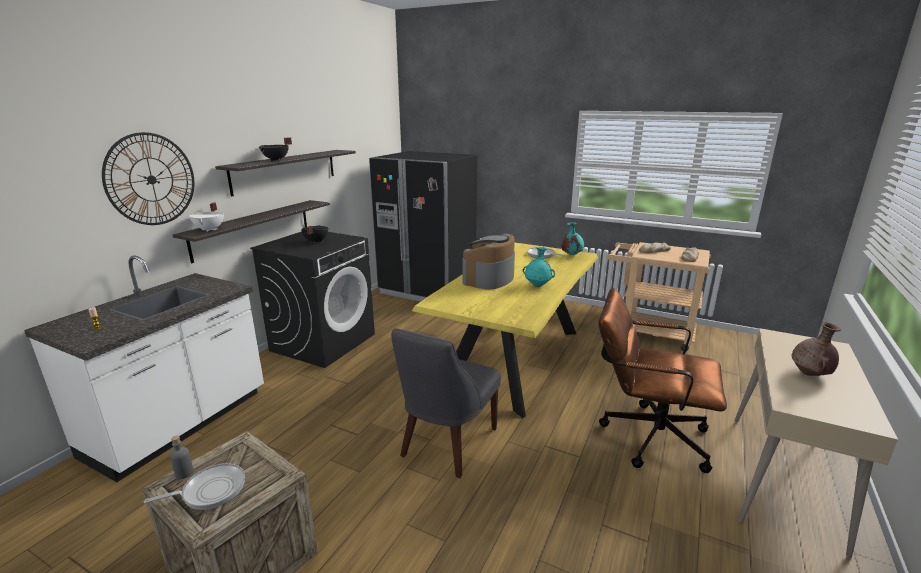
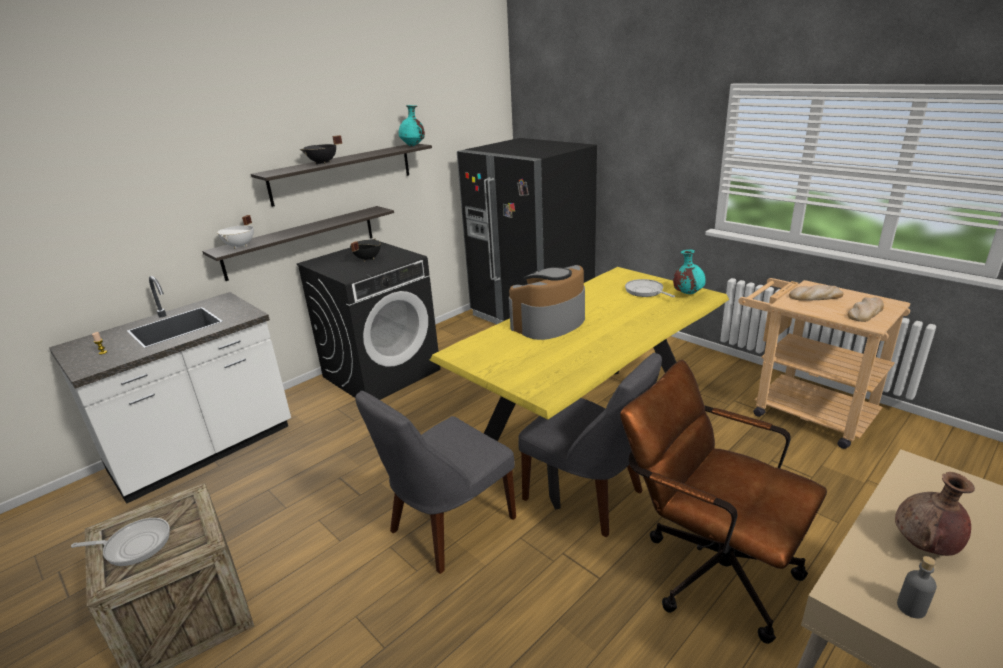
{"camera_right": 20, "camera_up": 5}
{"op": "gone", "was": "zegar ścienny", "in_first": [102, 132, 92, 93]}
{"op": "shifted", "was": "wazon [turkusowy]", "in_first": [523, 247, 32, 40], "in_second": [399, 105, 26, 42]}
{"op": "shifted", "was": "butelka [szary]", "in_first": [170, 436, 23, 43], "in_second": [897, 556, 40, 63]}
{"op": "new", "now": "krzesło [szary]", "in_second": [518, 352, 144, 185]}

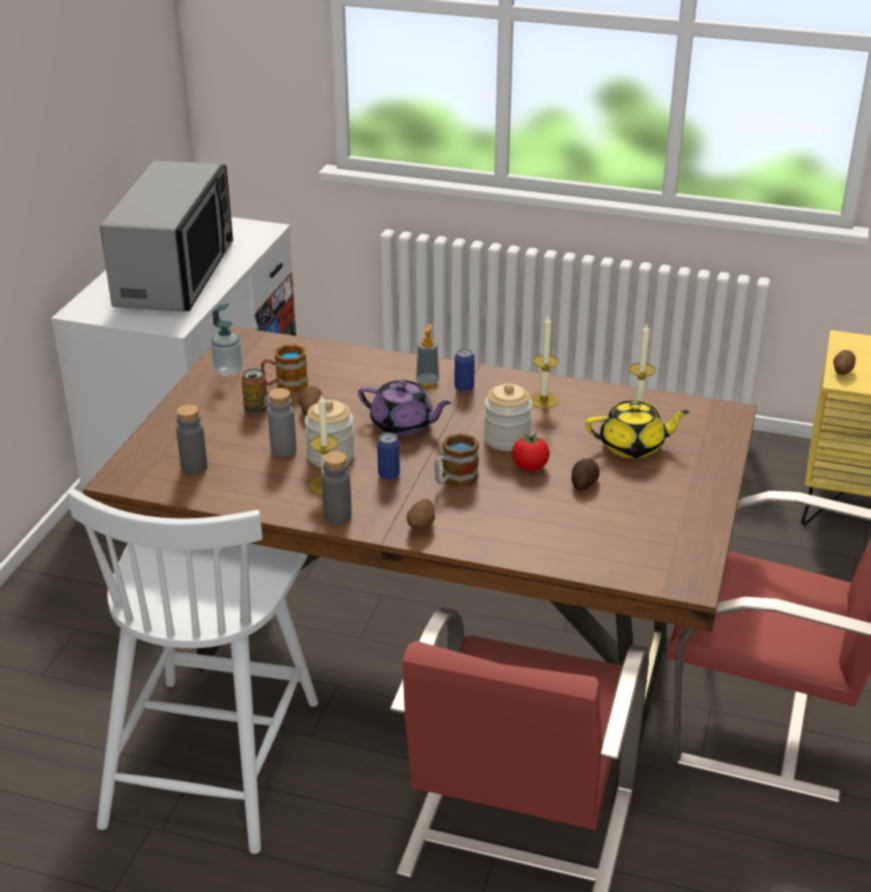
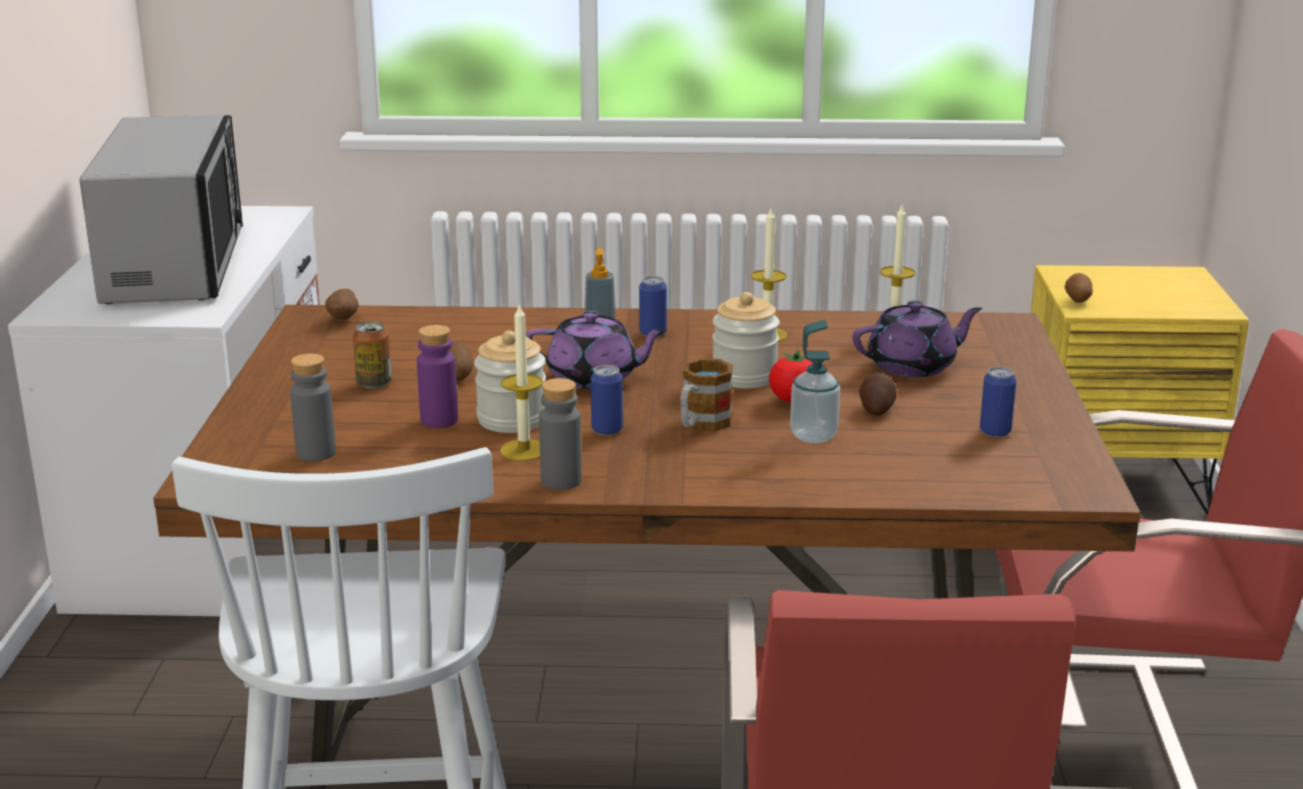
{"camera_right": -15, "camera_up": -10}
{"op": "shifted", "was": "dozownik mydła", "in_first": [211, 303, 32, 73], "in_second": [790, 320, 50, 124]}
{"op": "gone", "was": "kubek", "in_first": [261, 344, 47, 48]}
{"op": "repainted", "was": "butelka [szary]", "now": "butelka [fioletowy]", "in_first": [268, 388, 28, 69], "in_second": [417, 325, 41, 103]}
{"op": "repainted", "was": "imbryk [żółty]", "now": "imbryk [fioletowy]", "in_first": [585, 401, 105, 57], "in_second": [852, 301, 131, 76]}
{"op": "shifted", "was": "ziemniak", "in_first": [407, 499, 28, 31], "in_second": [325, 289, 34, 31]}
{"op": "new", "now": "puszka", "in_second": [980, 366, 36, 71]}

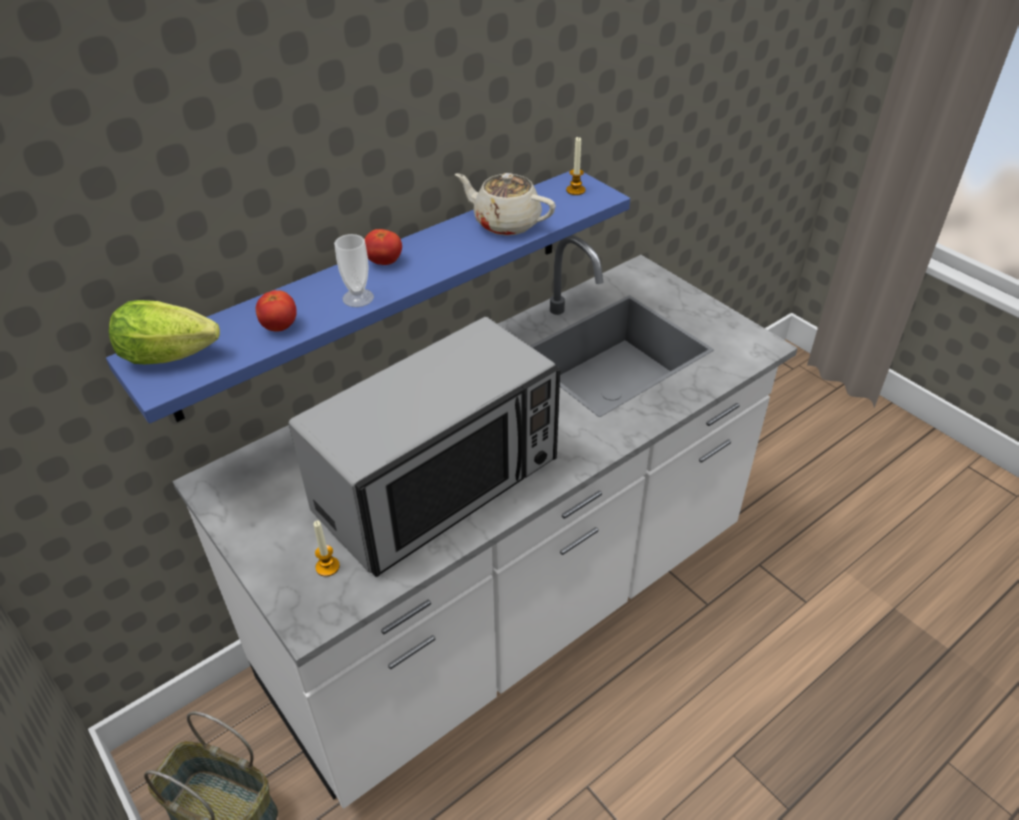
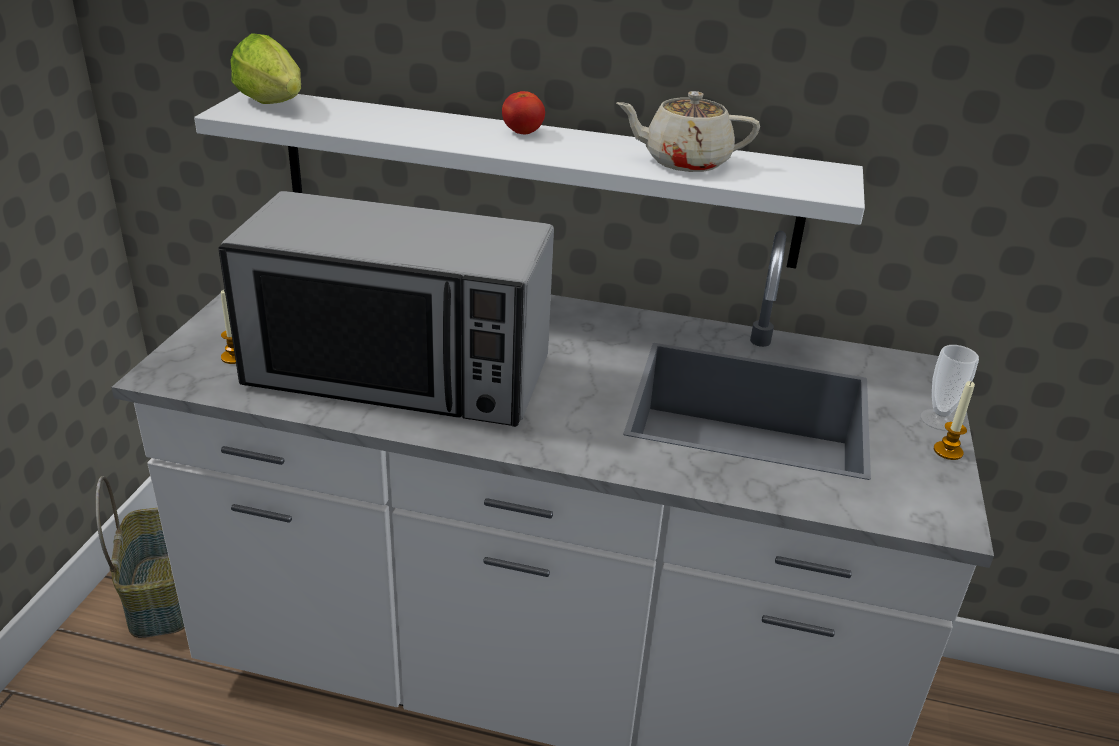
{"camera_right": 50, "camera_up": -10}
{"op": "shifted", "was": "świeca", "in_first": [566, 136, 20, 59], "in_second": [934, 381, 41, 79]}
{"op": "repainted", "was": "półka [niebieski]", "now": "półka [biały]", "in_first": [106, 171, 524, 253], "in_second": [194, 91, 671, 178]}
{"op": "rotated", "was": "imbryk [beżowy]", "in_first": [455, 173, 101, 63], "in_second": [616, 91, 144, 81], "clockwise": -75}
{"op": "shifted", "was": "filiżanka", "in_first": [334, 234, 40, 73], "in_second": [920, 345, 59, 86]}
{"op": "gone", "was": "pomidor", "in_first": [256, 290, 41, 42]}

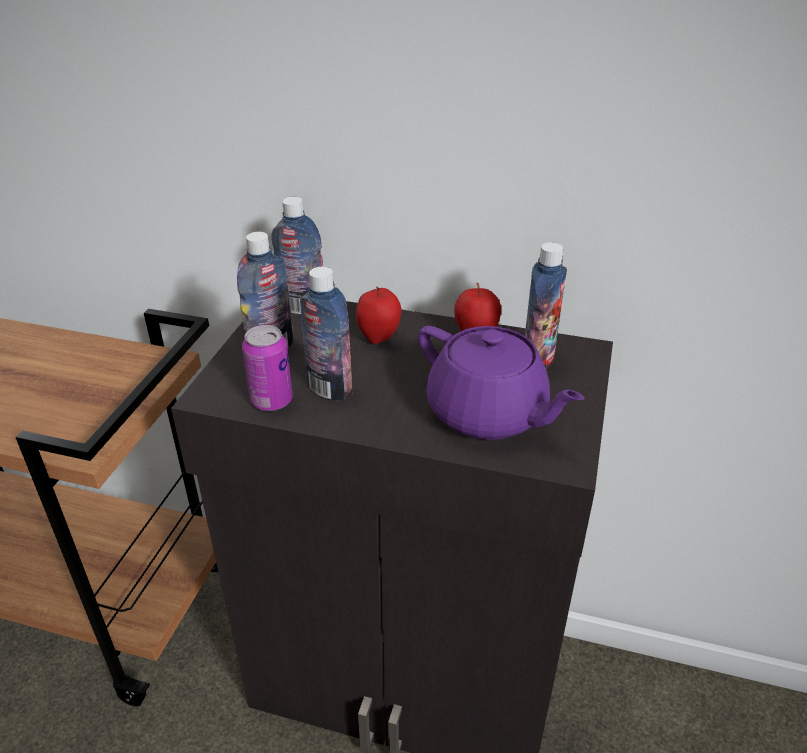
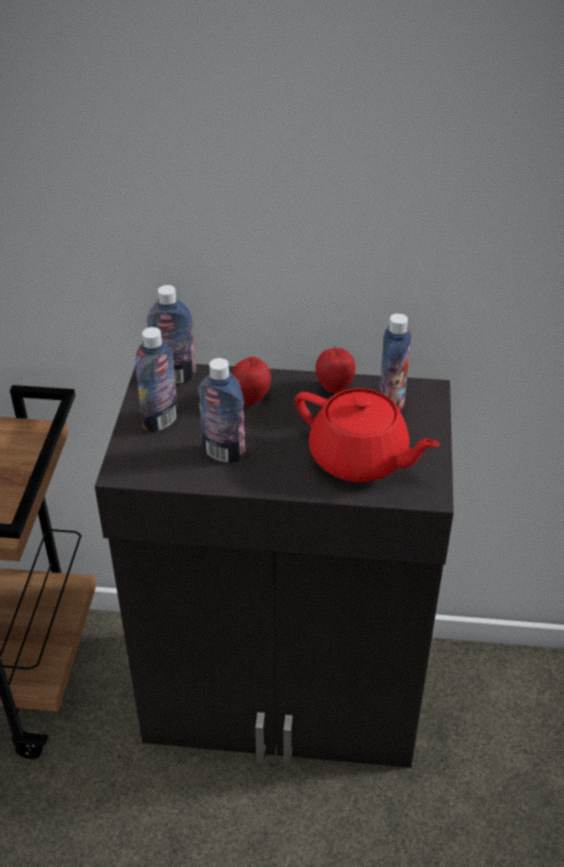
{"camera_right": -10, "camera_up": 5}
{"op": "gone", "was": "puszka", "in_first": [242, 325, 51, 86]}
{"op": "repainted", "was": "imbryk [fioletowy]", "now": "imbryk [czerwony]", "in_first": [418, 326, 167, 114], "in_second": [295, 388, 145, 94]}

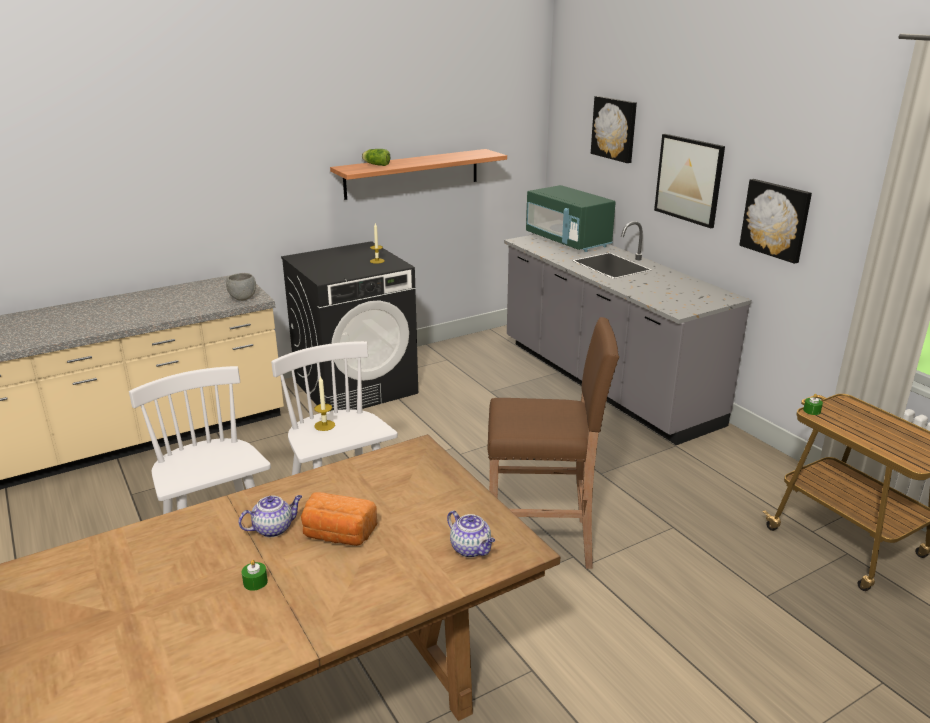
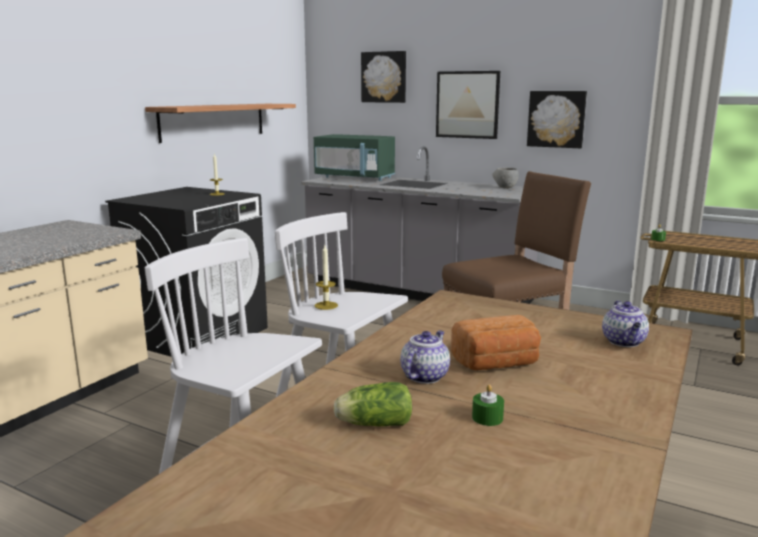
{"camera_right": -30, "camera_up": -10}
{"op": "shifted", "was": "sałata", "in_first": [362, 149, 28, 17], "in_second": [333, 382, 79, 44]}
{"op": "shifted", "was": "miska [szary]", "in_first": [226, 273, 30, 28], "in_second": [492, 167, 27, 22]}
{"op": "rotated", "was": "imbryk", "in_first": [447, 510, 48, 48], "in_second": [602, 300, 47, 47], "clockwise": 75}

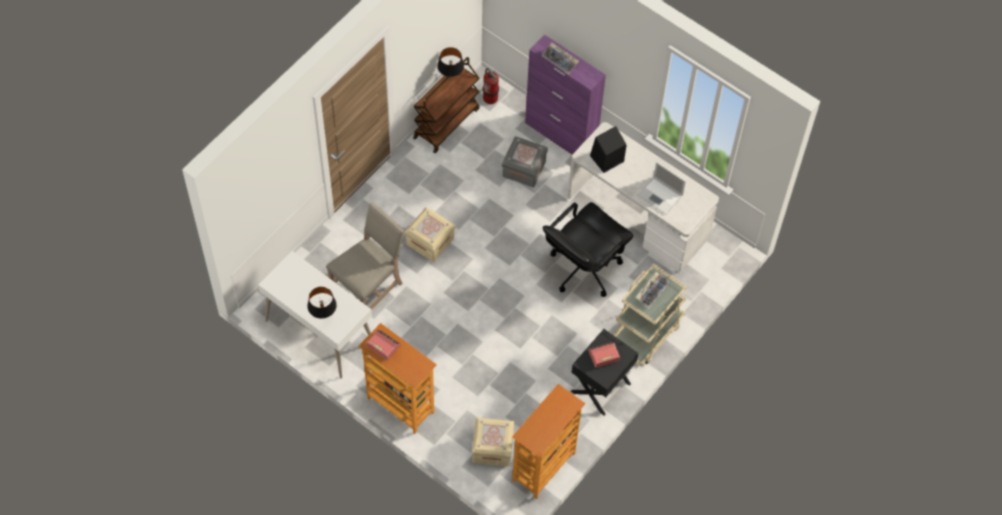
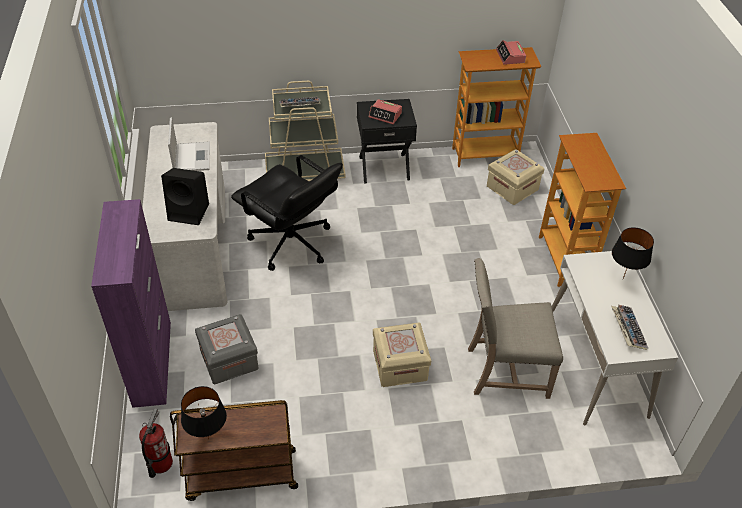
{"camera_right": -135, "camera_up": -15}
{"op": "shifted", "was": "klawiatura", "in_first": [542, 42, 37, 32], "in_second": [611, 305, 38, 45]}
{"op": "rotated", "was": "krzesło biurowe [czarny]", "in_first": [543, 202, 90, 95], "in_second": [231, 155, 112, 116], "clockwise": 45}
{"op": "shifted", "was": "budzik", "in_first": [366, 330, 35, 30], "in_second": [496, 40, 30, 25]}

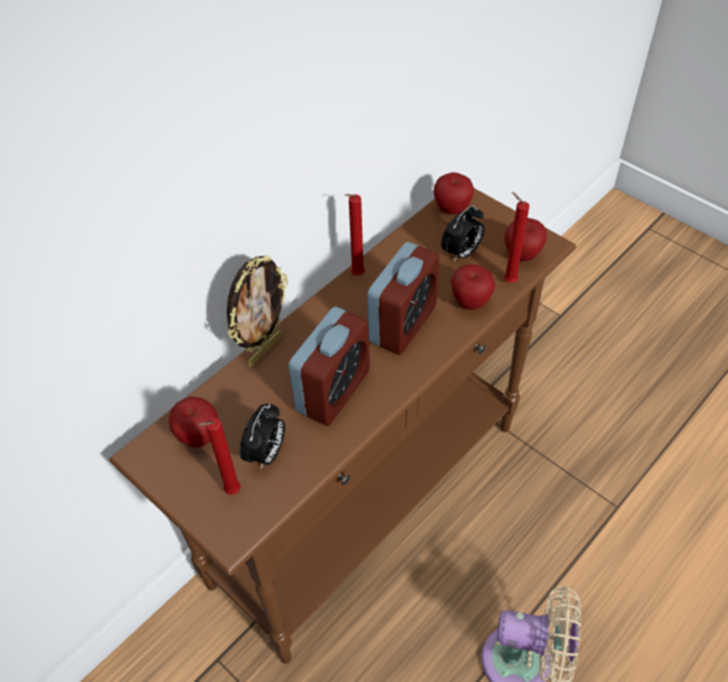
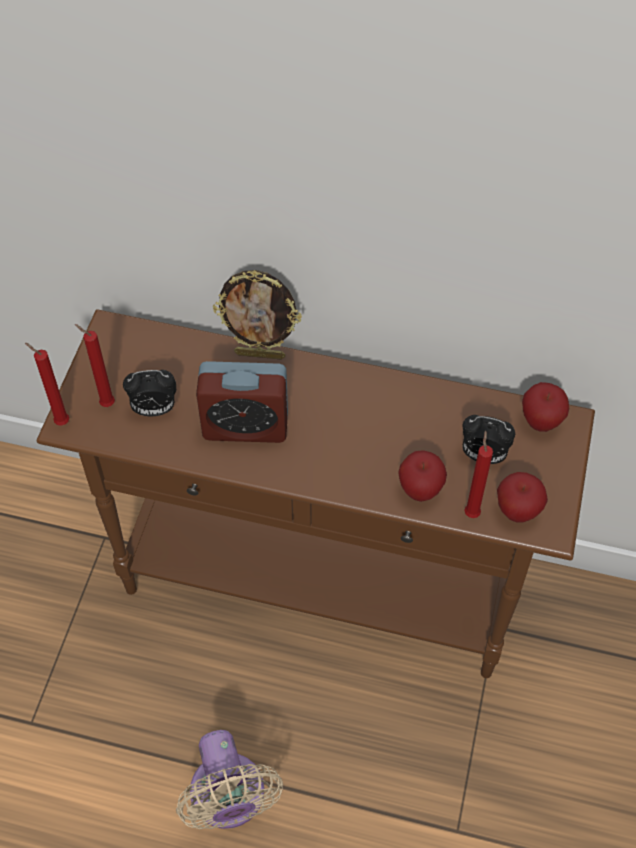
{"camera_right": 60, "camera_up": 5}
{"op": "shifted", "was": "świeca [czerwony]", "in_first": [345, 194, 20, 82], "in_second": [25, 343, 44, 83]}
{"op": "gone", "was": "budzik", "in_first": [367, 242, 73, 113]}
{"op": "gone", "was": "jabłko", "in_first": [169, 397, 49, 51]}

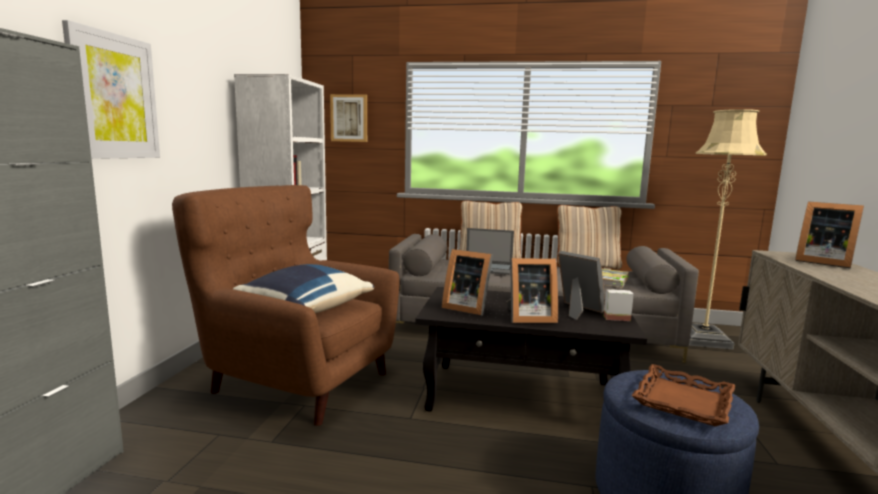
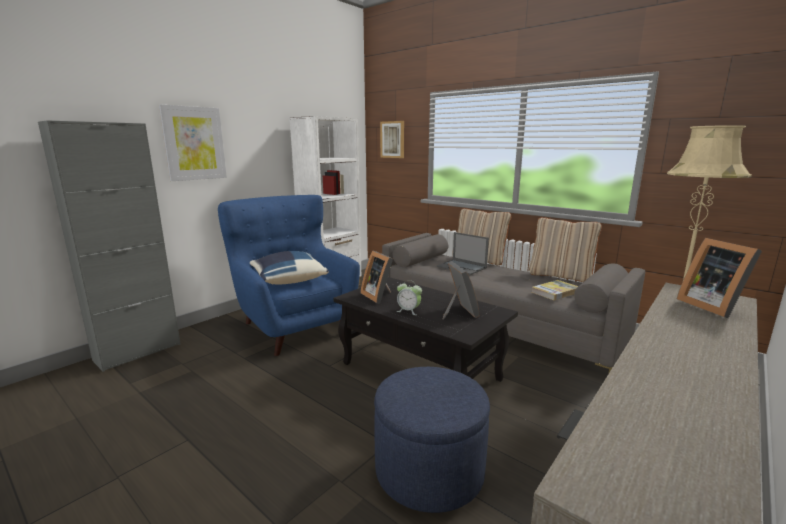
{"camera_right": 30, "camera_up": 5}
{"op": "repainted", "was": "fotel [brązowy]", "now": "fotel [niebieski]", "in_first": [172, 185, 227, 241], "in_second": [218, 195, 142, 161]}
{"op": "swapped", "was": "ramka na zdjęcie", "now": "budzik", "in_first": [507, 258, 51, 65], "in_second": [397, 280, 25, 35]}
{"op": "gone", "was": "roślina doniczkowa", "in_first": [604, 276, 30, 45]}
{"op": "gone", "was": "taca [brązowy]", "in_first": [632, 364, 103, 62]}

